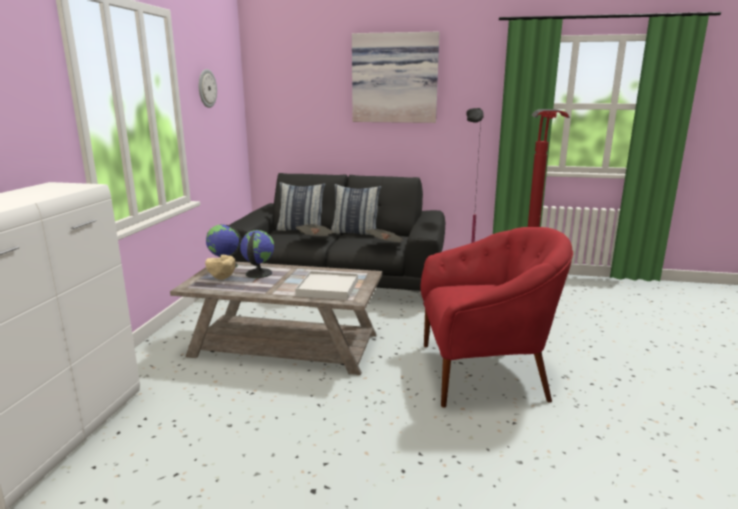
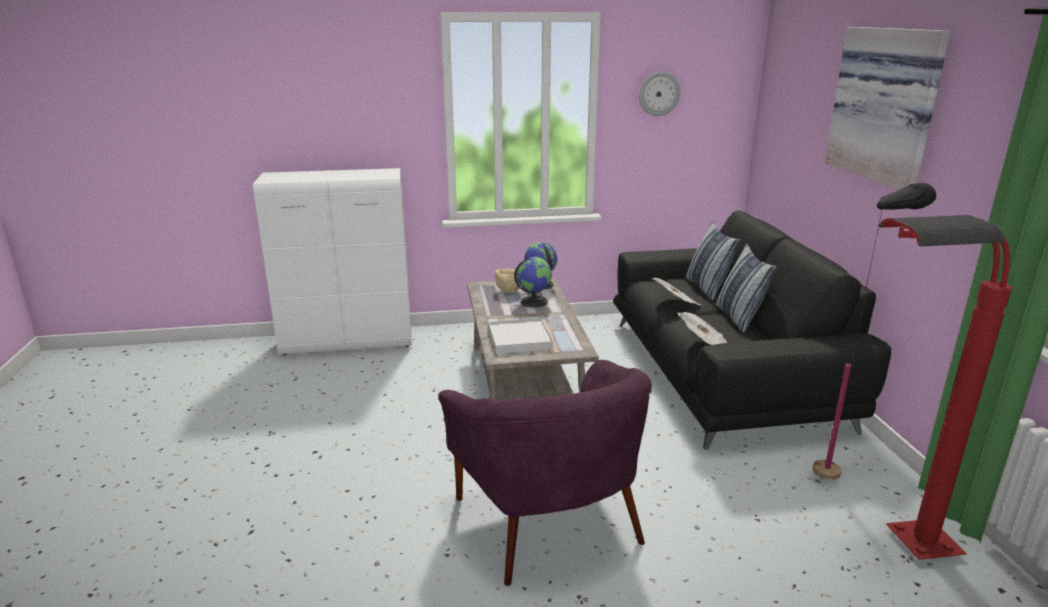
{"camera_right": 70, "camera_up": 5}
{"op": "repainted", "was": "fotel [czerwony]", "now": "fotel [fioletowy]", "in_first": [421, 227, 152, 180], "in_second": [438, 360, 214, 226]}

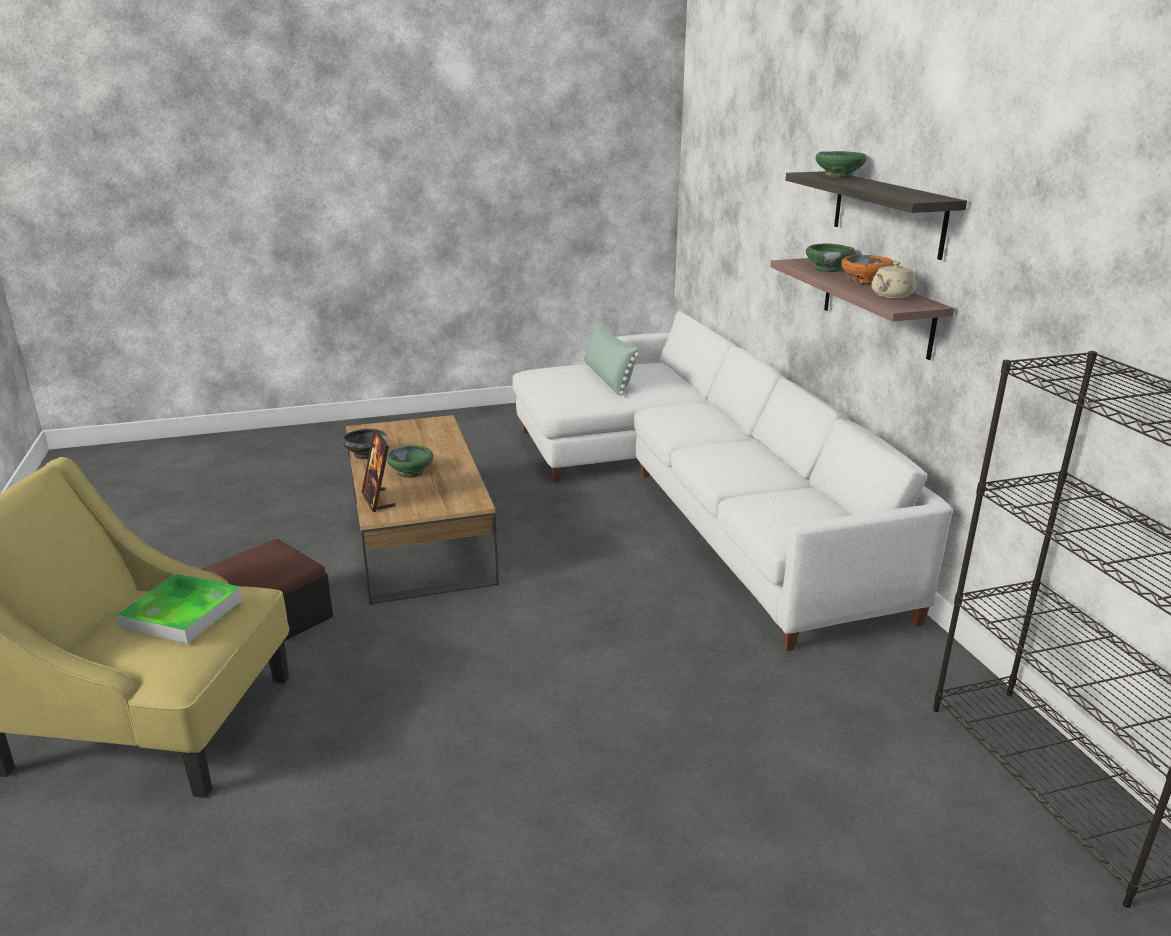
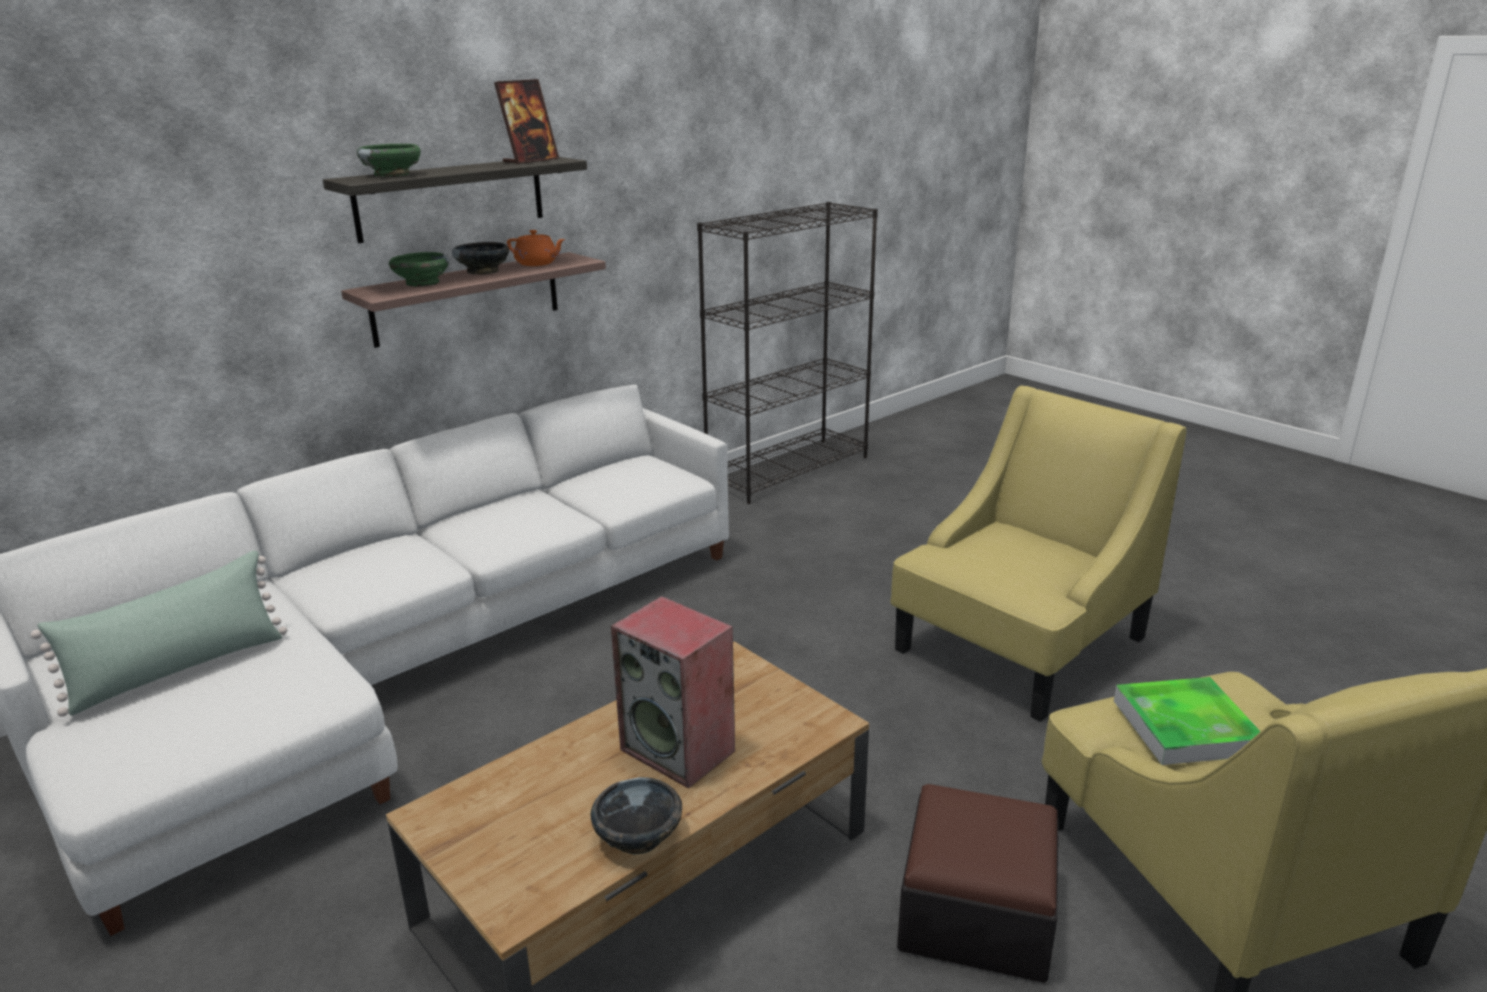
{"camera_right": -115, "camera_up": 0}
{"op": "repainted", "was": "miska [pomarańczowy]", "now": "miska [czarny]", "in_first": [841, 255, 53, 31], "in_second": [452, 242, 57, 33]}
{"op": "repainted", "was": "imbryk [beżowy]", "now": "imbryk [pomarańczowy]", "in_first": [871, 261, 45, 37], "in_second": [507, 230, 59, 36]}
{"op": "shifted", "was": "ramka na zdjęcie", "in_first": [361, 429, 35, 83], "in_second": [494, 79, 65, 85]}
{"op": "swapped", "was": "miska [zielony]", "now": "głośnik", "in_first": [386, 445, 47, 33], "in_second": [611, 596, 124, 193]}
{"op": "new", "now": "fotel [żółty]", "in_second": [890, 385, 297, 337]}

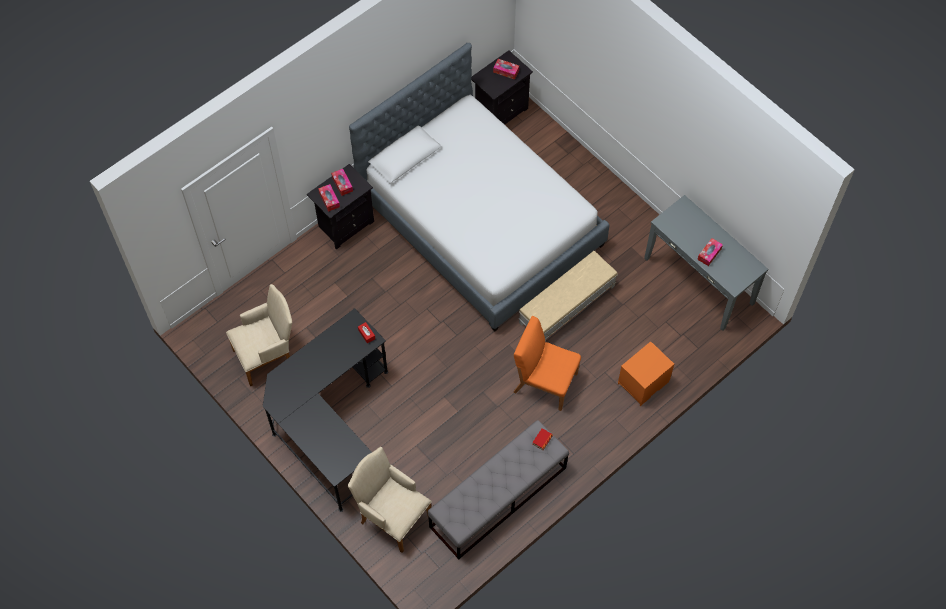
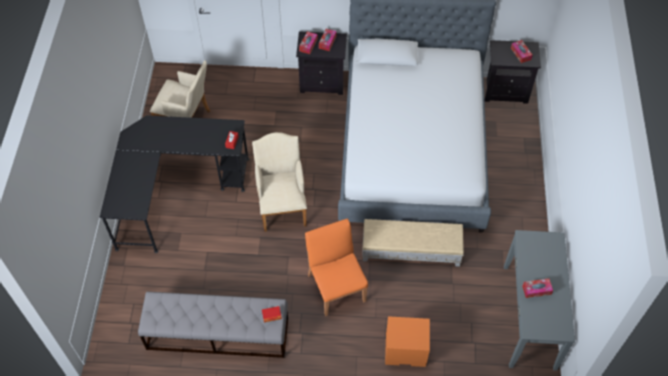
{"camera_right": 45, "camera_up": -5}
{"op": "shifted", "was": "fotel [beżowy]", "in_first": [348, 447, 84, 106], "in_second": [252, 132, 55, 100]}

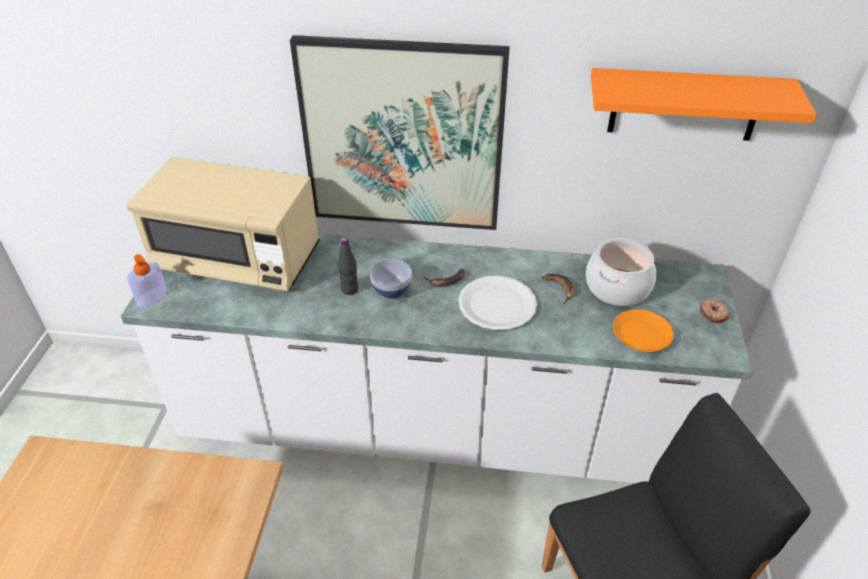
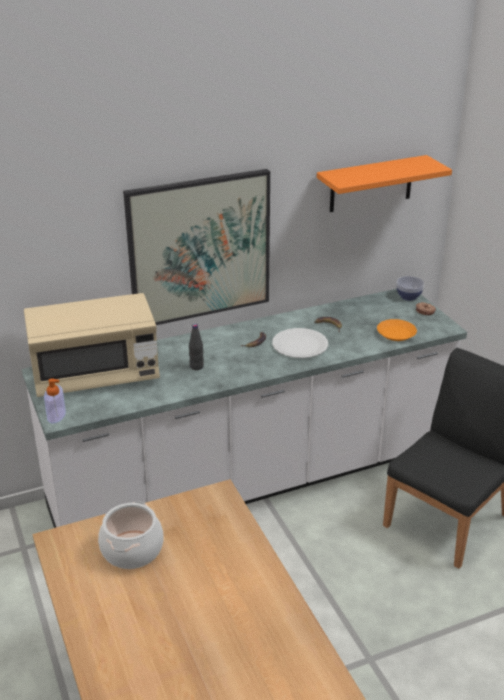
{"camera_right": -30, "camera_up": -10}
{"op": "shifted", "was": "garnek", "in_first": [586, 238, 70, 68], "in_second": [98, 502, 66, 67]}
{"op": "shifted", "was": "miska", "in_first": [370, 259, 42, 40], "in_second": [396, 276, 28, 25]}

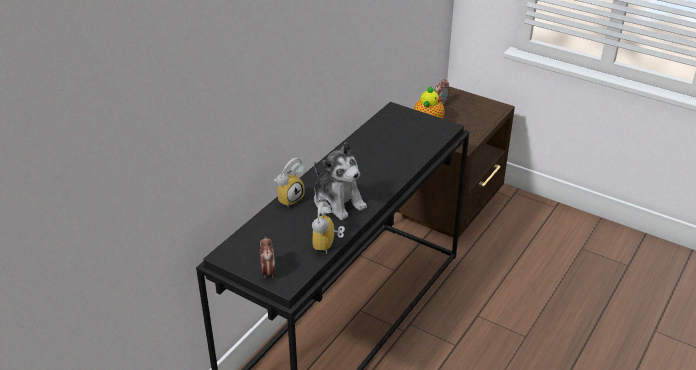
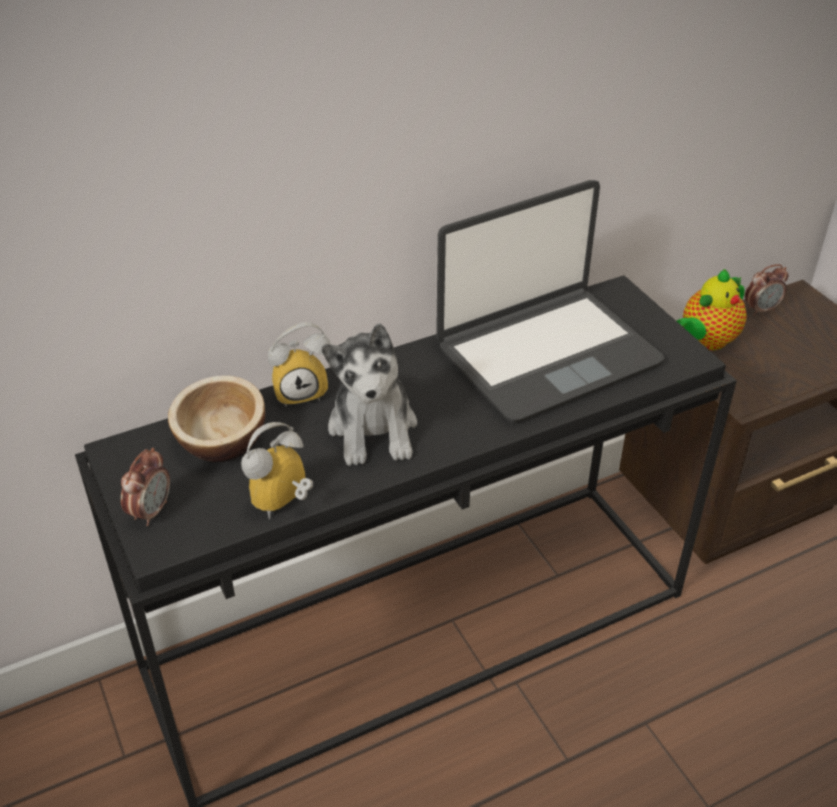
{"camera_right": 30, "camera_up": 5}
{"op": "new", "now": "laptop", "in_second": [436, 180, 229, 243]}
{"op": "new", "now": "miska", "in_second": [168, 375, 97, 87]}

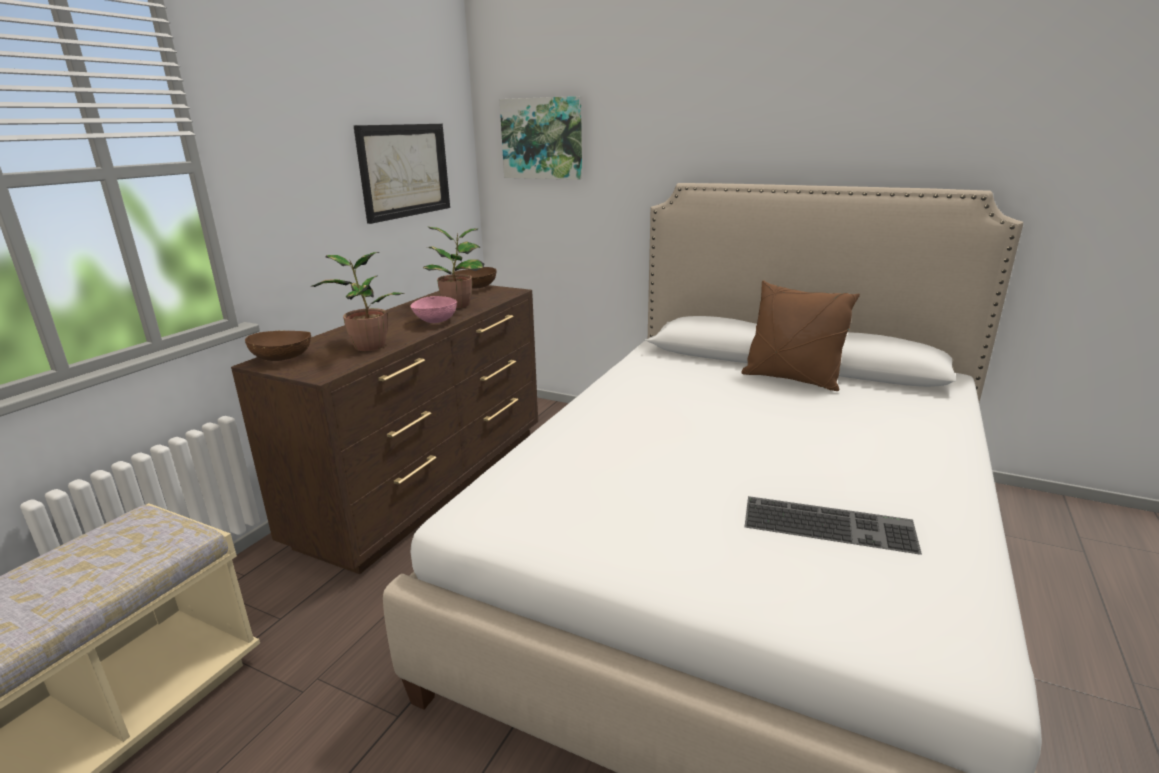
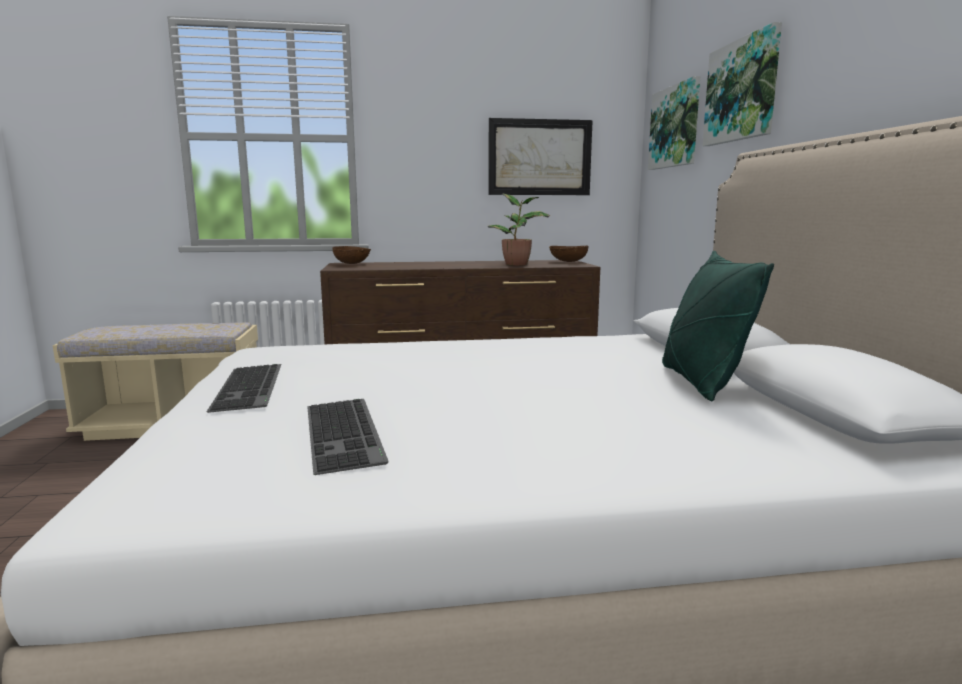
{"camera_right": 55, "camera_up": -10}
{"op": "gone", "was": "roślina doniczkowa", "in_first": [310, 252, 94, 99]}
{"op": "repainted", "was": "poduszka [brązowy]", "now": "poduszka [zielony]", "in_first": [741, 281, 119, 110], "in_second": [662, 251, 112, 150]}
{"op": "gone", "was": "miska [różowy]", "in_first": [410, 296, 47, 27]}
{"op": "new", "now": "obraz", "in_second": [702, 22, 80, 124]}
{"op": "new", "now": "klawiatura", "in_second": [207, 364, 75, 49]}

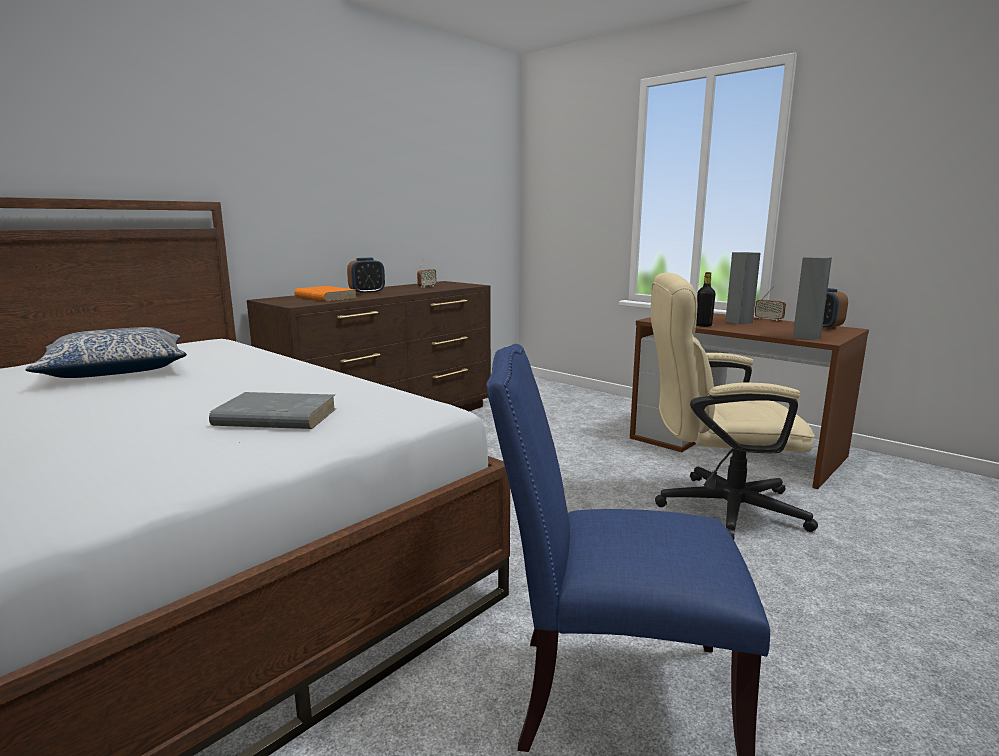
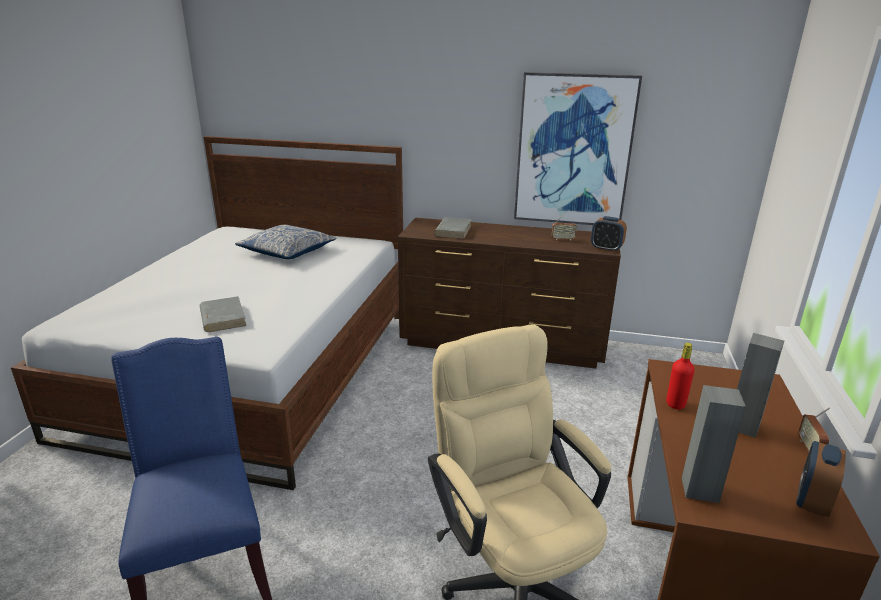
{"camera_right": 60, "camera_up": 10}
{"op": "shifted", "was": "budzik", "in_first": [347, 258, 38, 37], "in_second": [591, 216, 36, 36]}
{"op": "repainted", "was": "butelka [czarny]", "now": "butelka [czerwony]", "in_first": [696, 272, 20, 55], "in_second": [666, 343, 29, 67]}
{"op": "repainted", "was": "książka [pomarańczowy]", "now": "książka [szary]", "in_first": [294, 286, 62, 15], "in_second": [434, 217, 38, 22]}
{"op": "new", "now": "obraz", "in_second": [514, 72, 128, 153]}

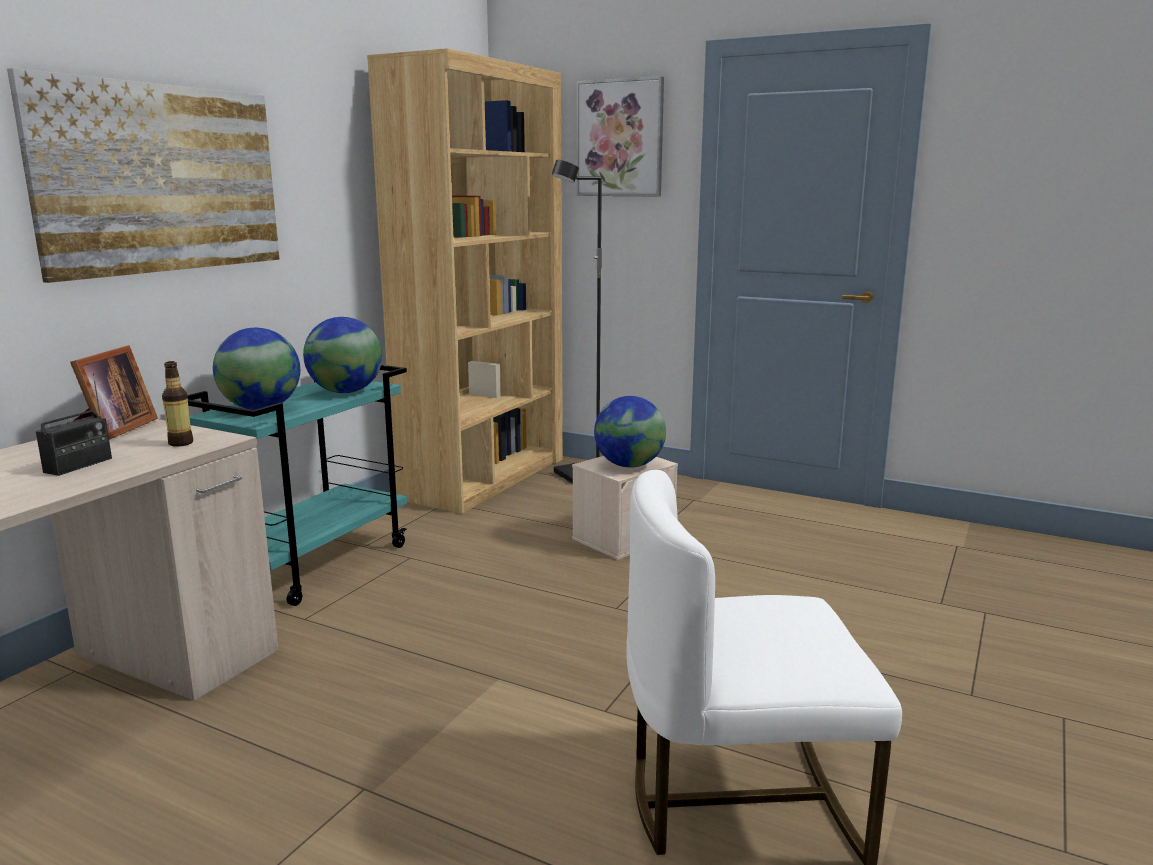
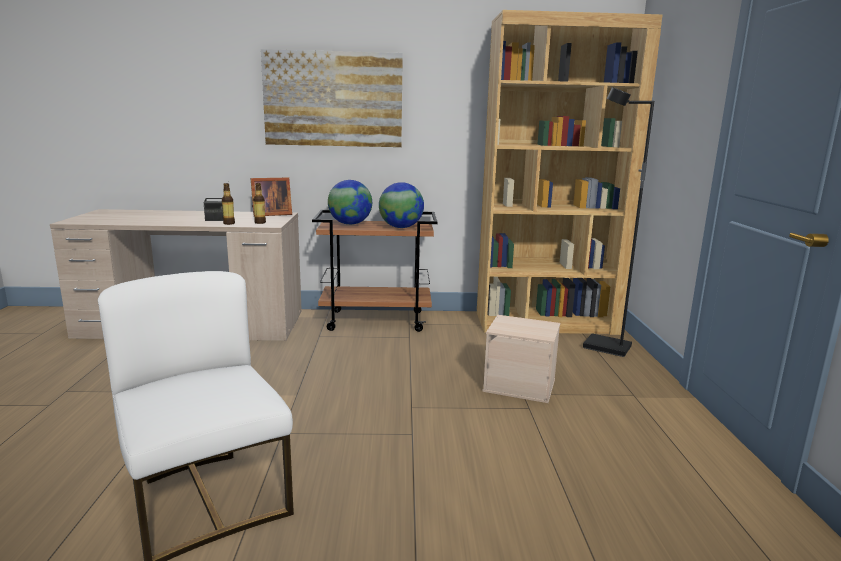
{"camera_right": 60, "camera_up": 0}
{"op": "gone", "was": "obraz", "in_first": [577, 76, 87, 121]}
{"op": "repainted", "was": "wózek [turkusowy]", "now": "wózek [brązowy]", "in_first": [187, 365, 220, 241], "in_second": [312, 210, 125, 122]}
{"op": "gone", "was": "globus", "in_first": [594, 396, 72, 72]}
{"op": "new", "now": "butelka", "in_second": [222, 183, 13, 42]}

